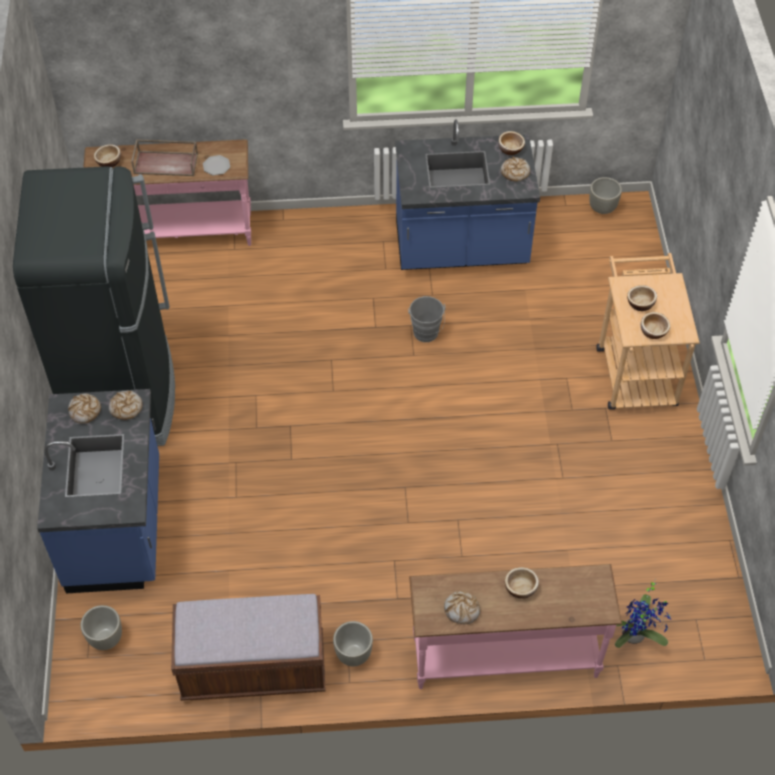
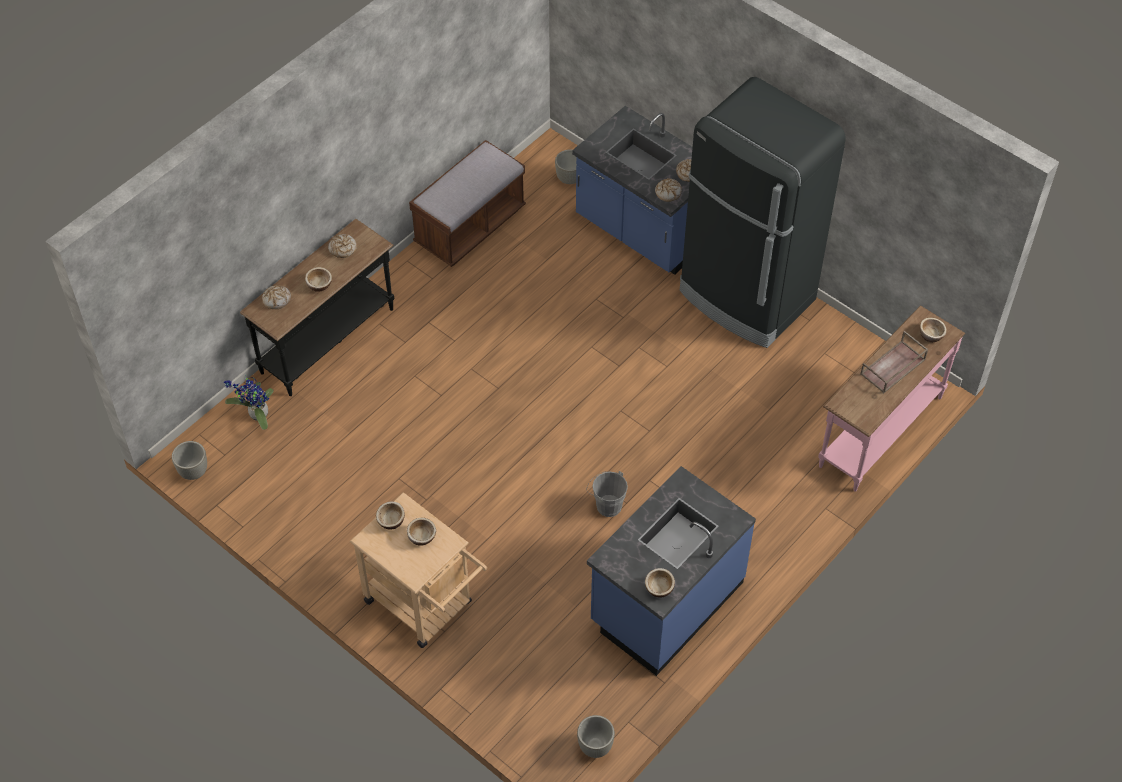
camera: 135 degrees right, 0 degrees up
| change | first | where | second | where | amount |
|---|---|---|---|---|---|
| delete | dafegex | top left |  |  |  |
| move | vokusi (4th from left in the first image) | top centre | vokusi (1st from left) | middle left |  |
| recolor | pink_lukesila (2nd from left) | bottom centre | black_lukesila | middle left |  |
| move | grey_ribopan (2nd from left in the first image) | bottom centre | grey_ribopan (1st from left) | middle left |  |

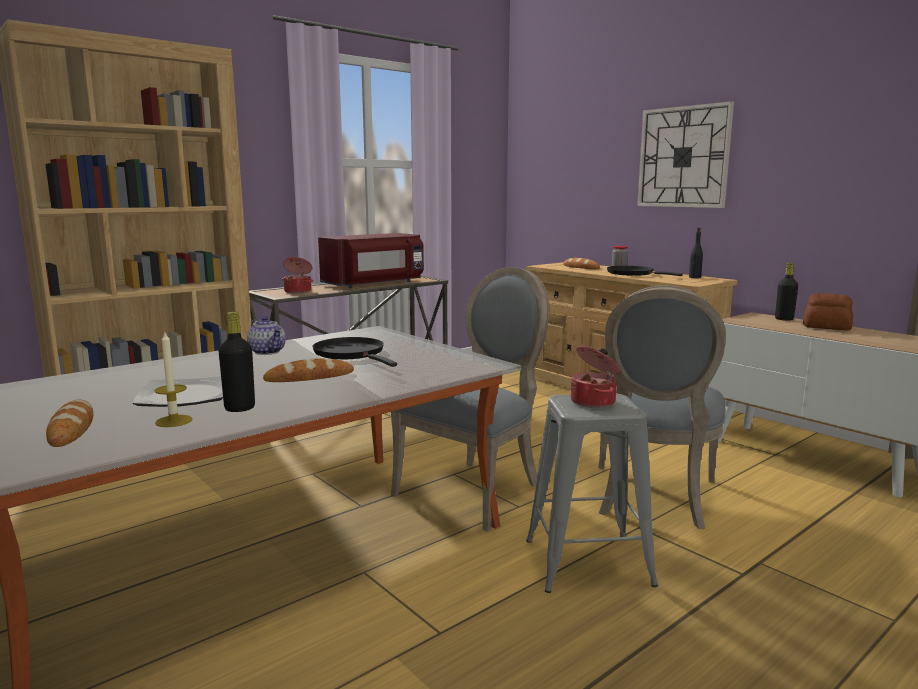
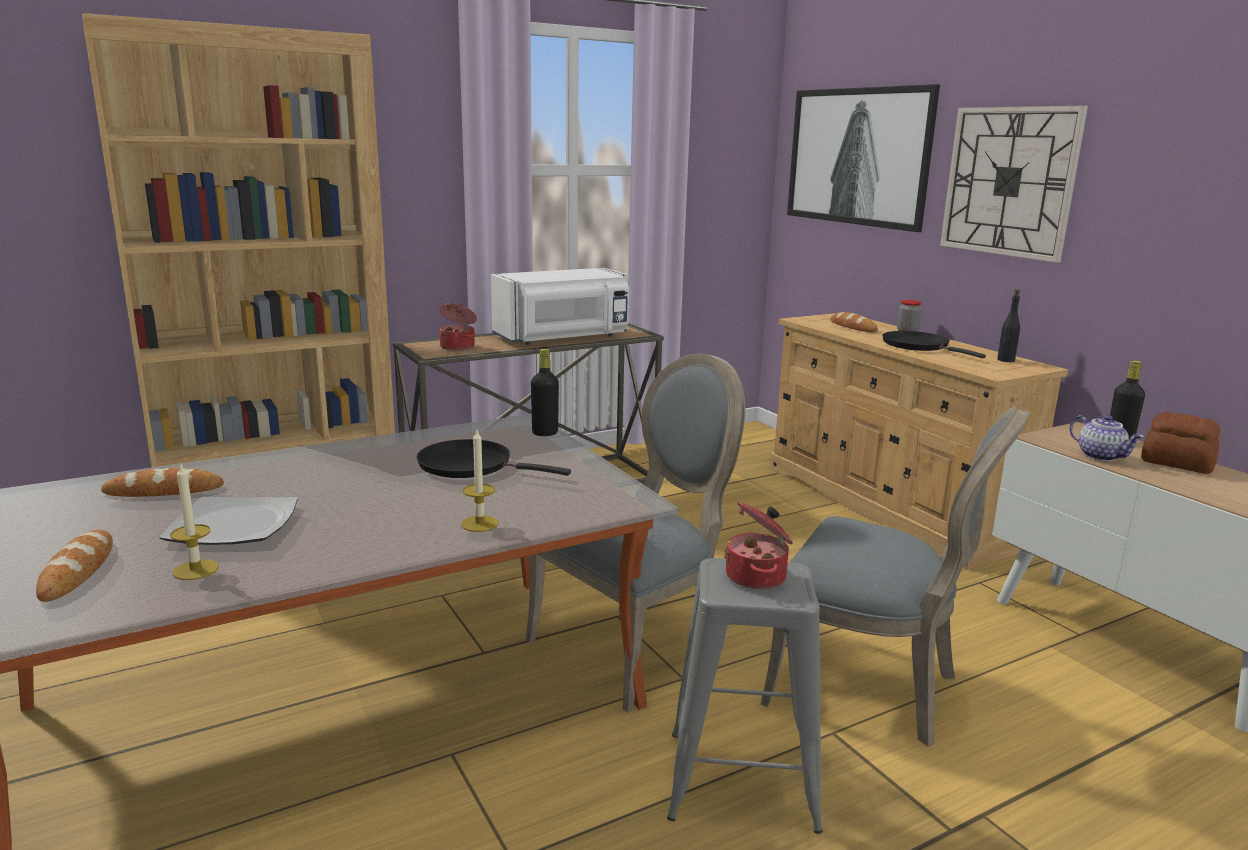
camera: 10 degrees right, 5 degrees up
| change | first | where | second | where | amount |
|---|---|---|---|---|---|
| recolor | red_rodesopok | centre | white_rodesopok | centre |  |
| rotate | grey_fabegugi (2nd from left) | middle right |  | bottom right | 90 degrees counterclockwise |
| move | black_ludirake (1st from left) | middle left |  | centre |  |
| move | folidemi | middle left |  | middle right |  |
| rotate | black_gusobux (1st from left) | centre |  | centre | 45 degrees counterclockwise |
| move | vokusi (2nd from left) | centre |  | middle left |  |
| insert |  |  | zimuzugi | top right |  |
| insert |  |  | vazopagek (2nd from left) | centre |  |

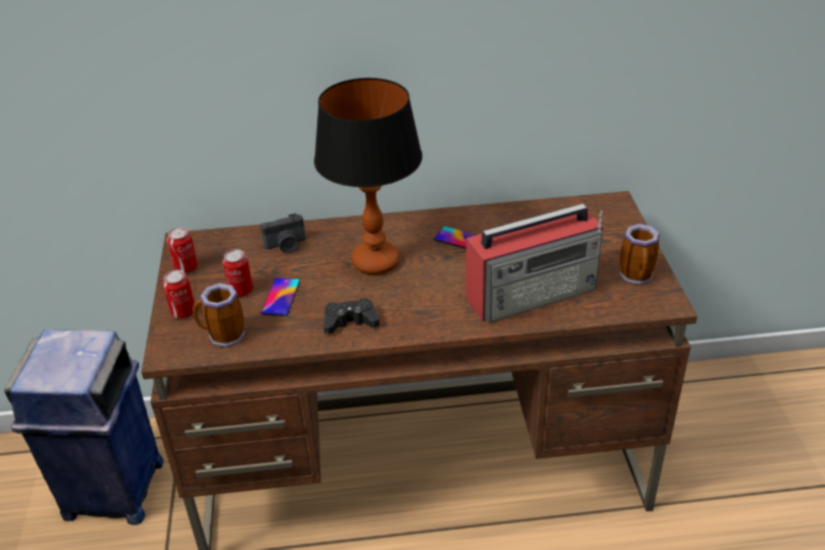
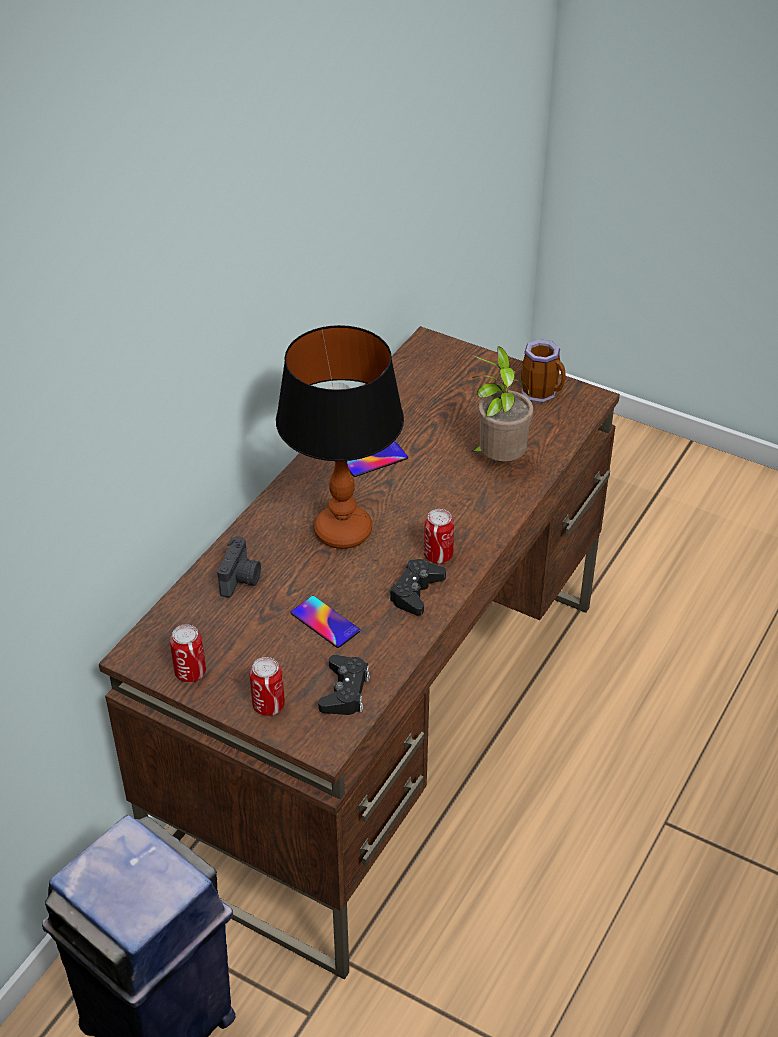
camera: 55 degrees left, 5 degrees up
| change | first | where | second | where | amount |
|---|---|---|---|---|---|
| replace | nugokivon | centre | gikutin | centre |  |
| move | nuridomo (3rd from left) | middle left |  | centre |  |
| replace | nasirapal (1st from left) | middle left | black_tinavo (1st from left) | centre |  |

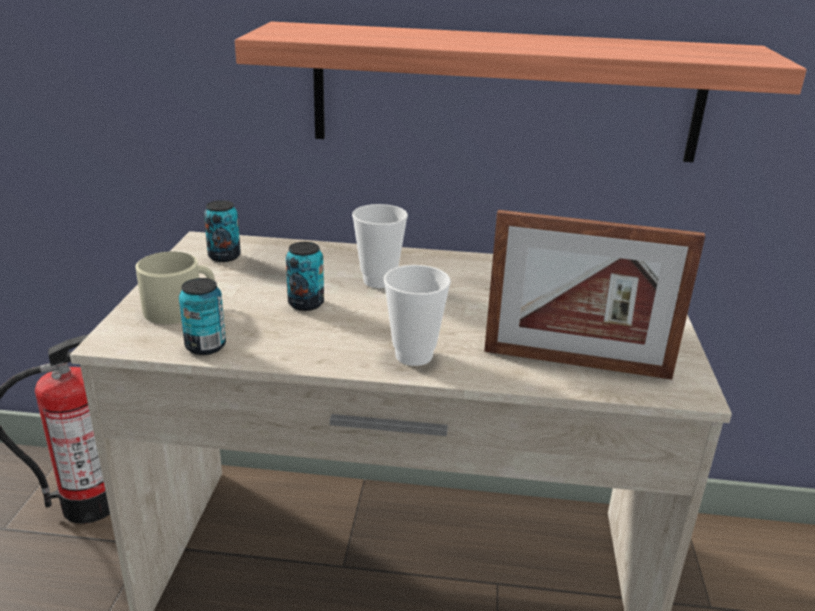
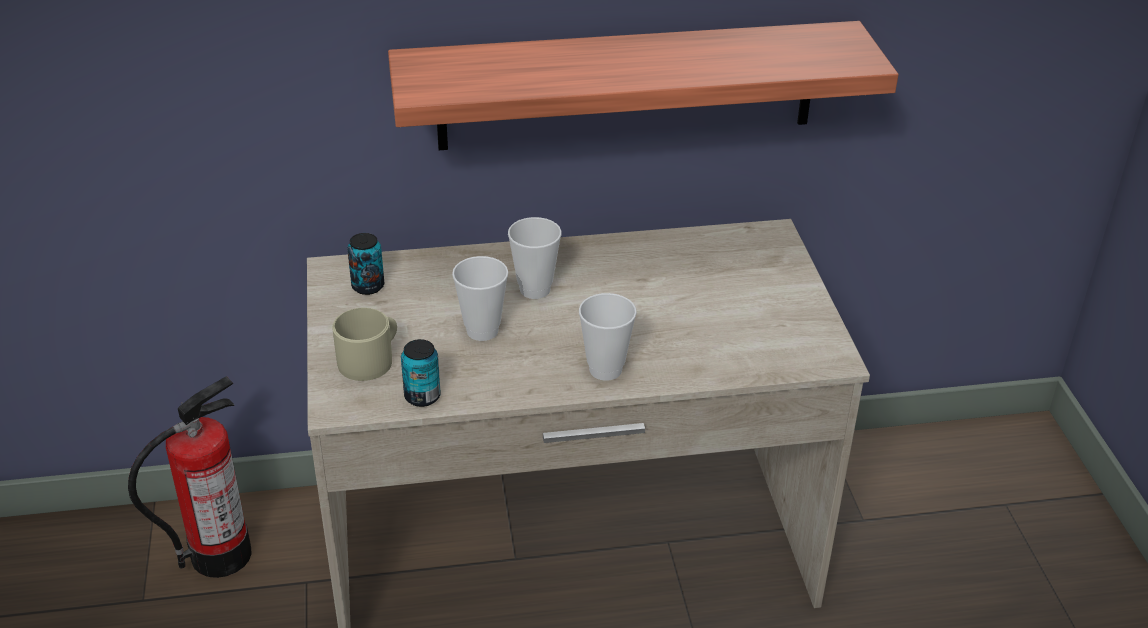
camera: 15 degrees left, 10 degrees up
| change | first | where | second | where | amount |
|---|---|---|---|---|---|
| delete | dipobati | middle right |  |  |  |
| replace | nuridomo (3rd from left) | centre | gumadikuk (1st from left) | centre |  |

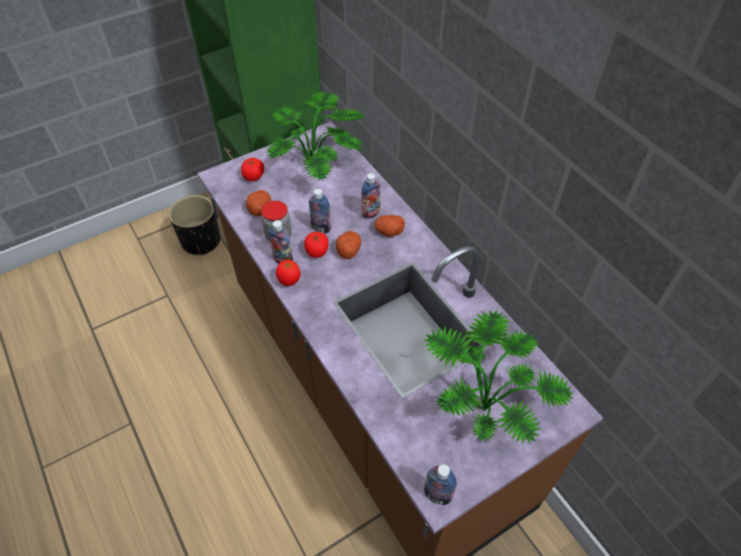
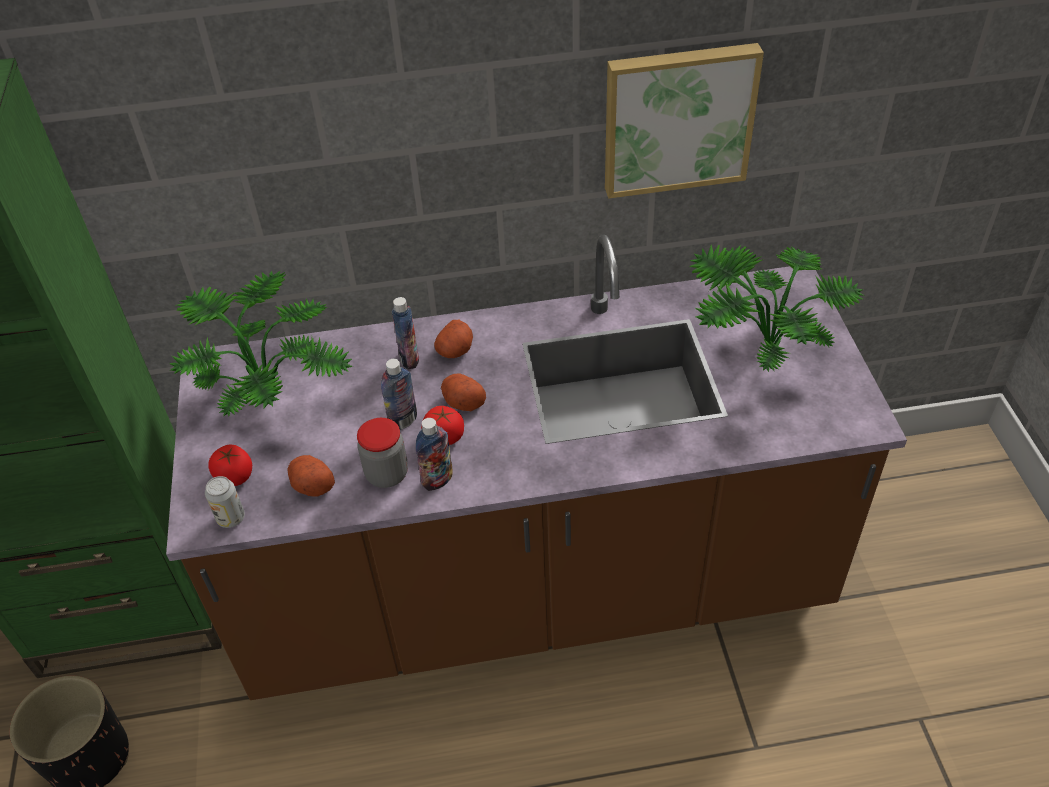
camera: 65 degrees left, 5 degrees down
| change | first | where | second | where | amount |
|---|---|---|---|---|---|
| delete | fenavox (2nd from left) | centre |  |  |  |
| delete | ludirake (4th from left) | bottom centre |  |  |  |
| insert |  |  | zimuzugi | top centre |  |
| insert |  |  | nuridomo | middle left |  |

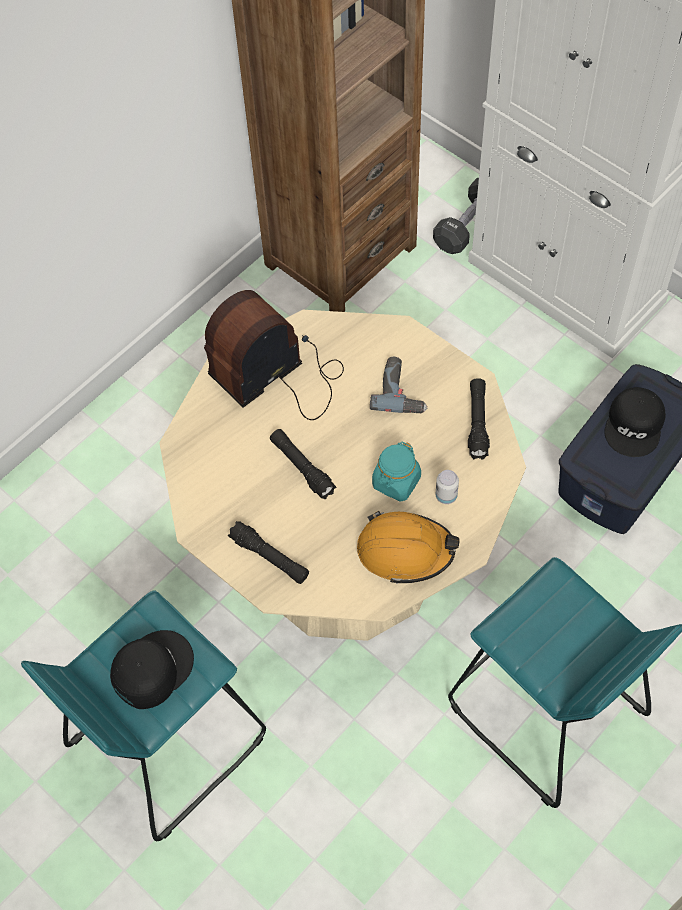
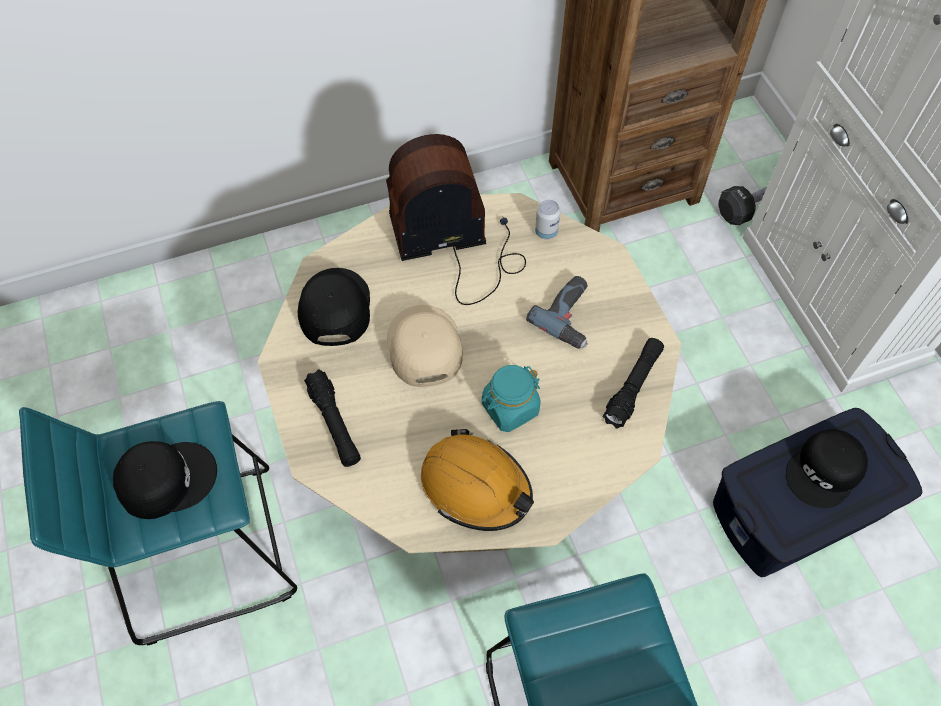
camera: 25 degrees right, 0 degrees up
| change | first | where | second | where | amount |
|---|---|---|---|---|---|
| replace | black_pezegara (2nd from left) | centre | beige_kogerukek | centre |  |
| move | nuridomo | centre |  | top centre |  |
| insert |  |  | black_kogerukek (2nd from left) | centre |  |

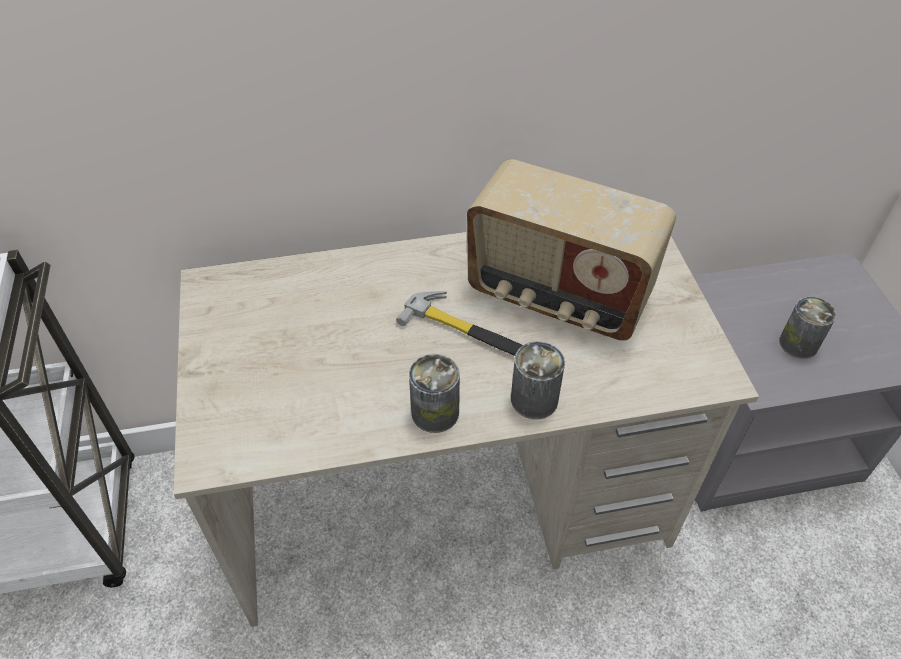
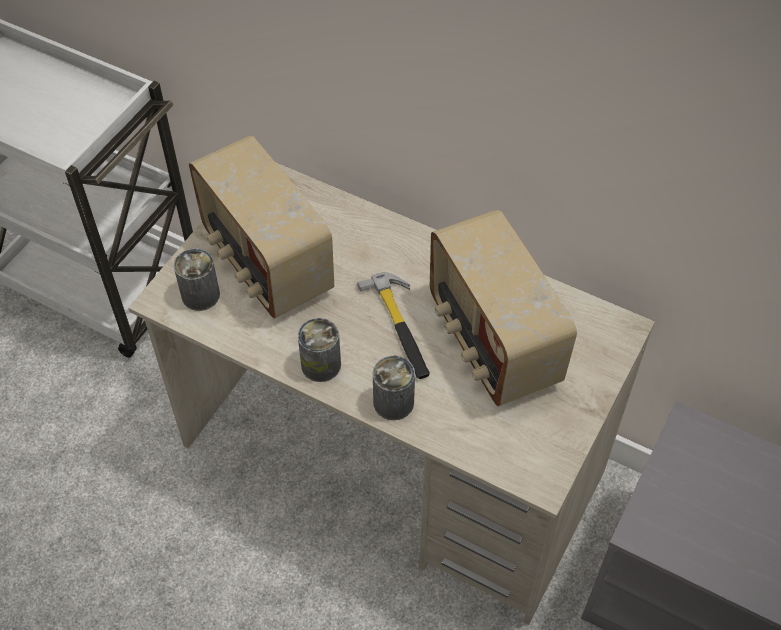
camera: 40 degrees right, 5 degrees up
| change | first | where | second | where | amount |
|---|---|---|---|---|---|
| move | nuridomo (3rd from left in the first image) | middle right | nuridomo (1st from left) | middle left |  |
| insert |  |  | nugokivon (1st from left) | centre |  |

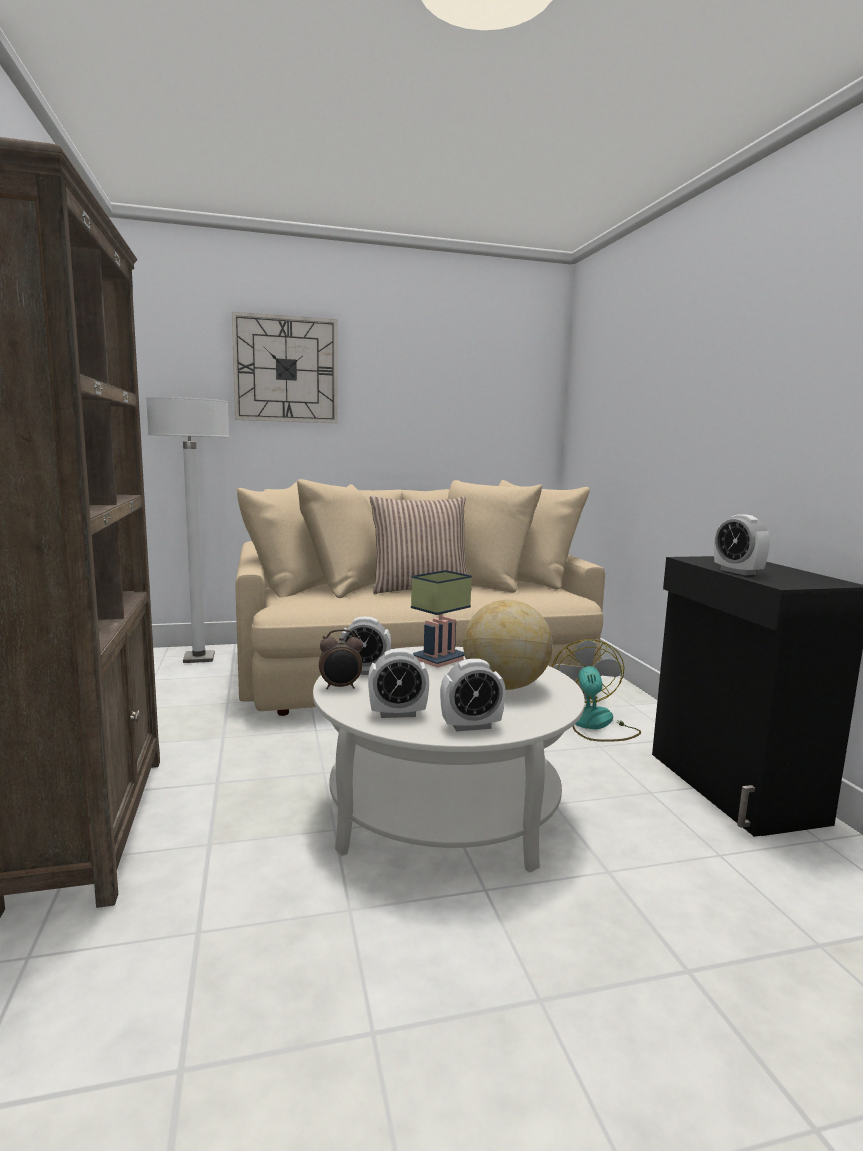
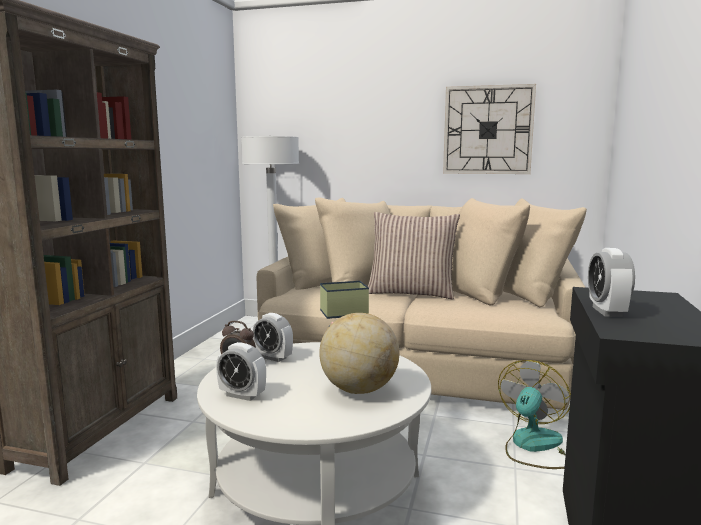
camera: 30 degrees right, 0 degrees up
| change | first | where | second | where | amount |
|---|---|---|---|---|---|
| move | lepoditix | top left |  | top right |  |
| delete | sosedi (4th from left) | centre |  |  |  |

